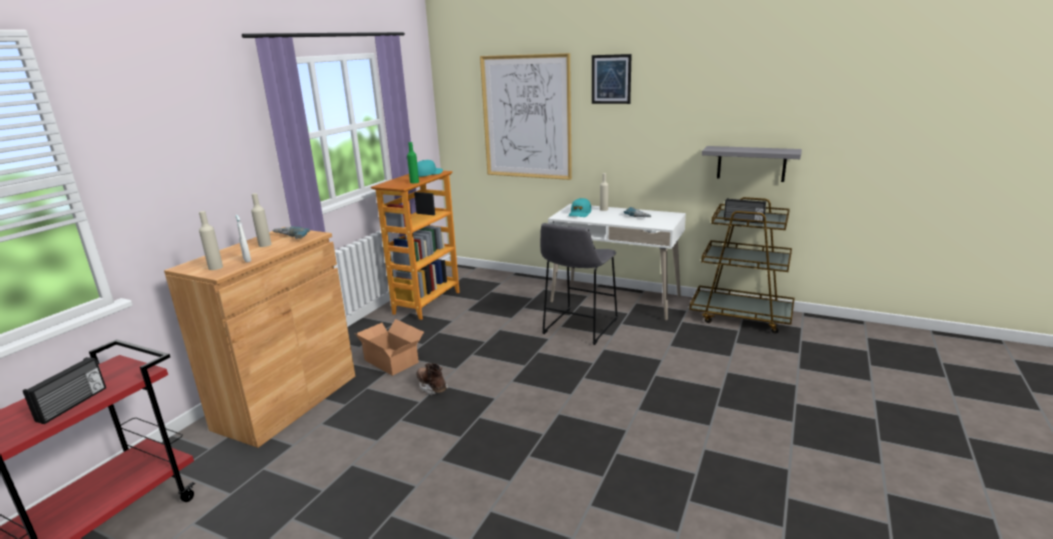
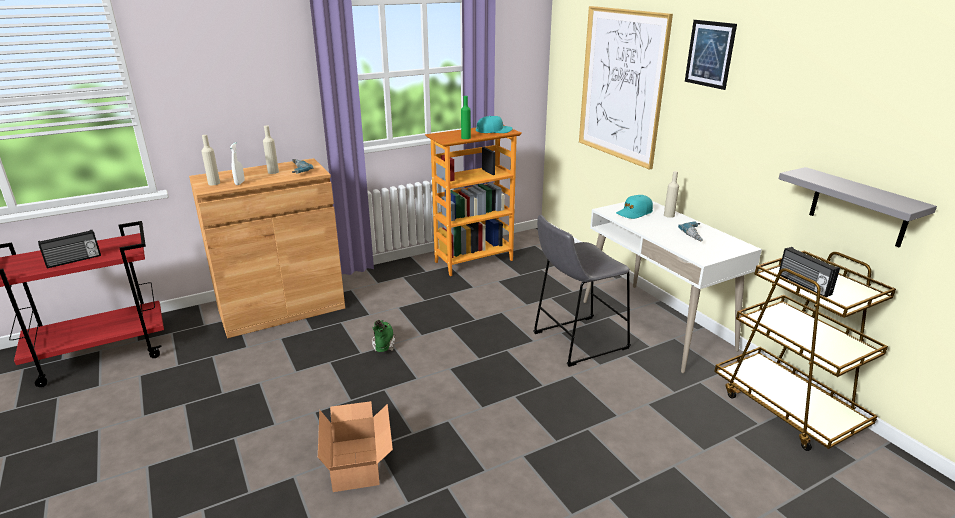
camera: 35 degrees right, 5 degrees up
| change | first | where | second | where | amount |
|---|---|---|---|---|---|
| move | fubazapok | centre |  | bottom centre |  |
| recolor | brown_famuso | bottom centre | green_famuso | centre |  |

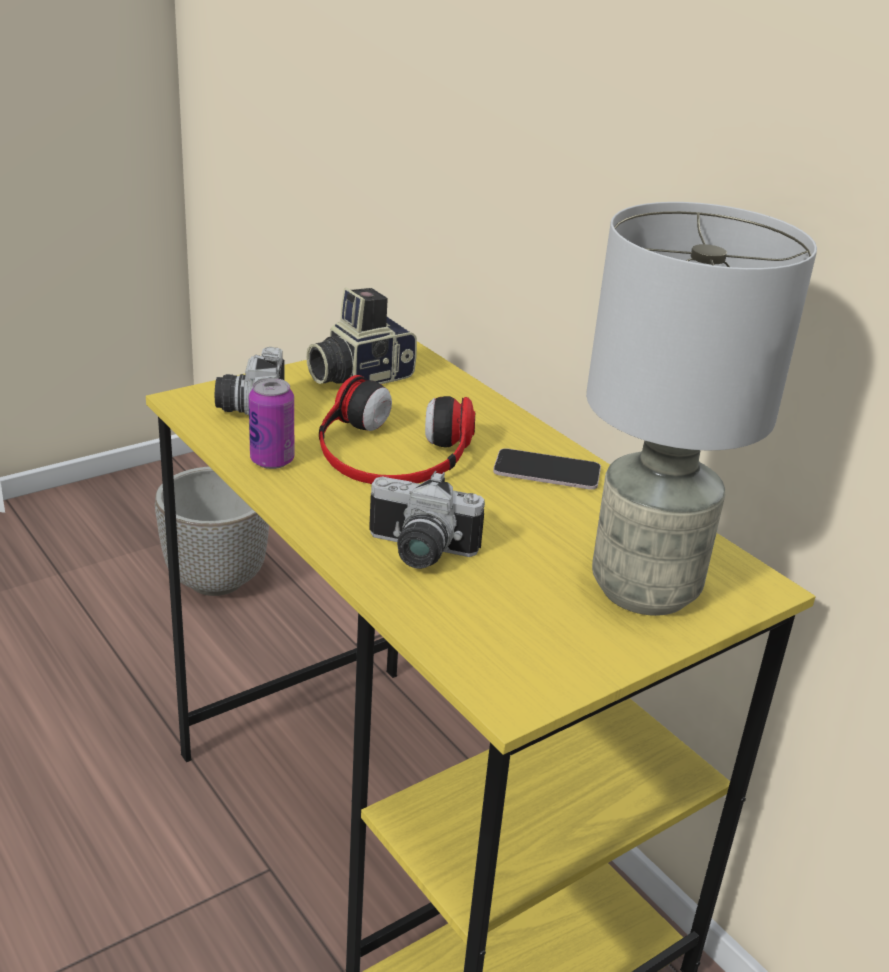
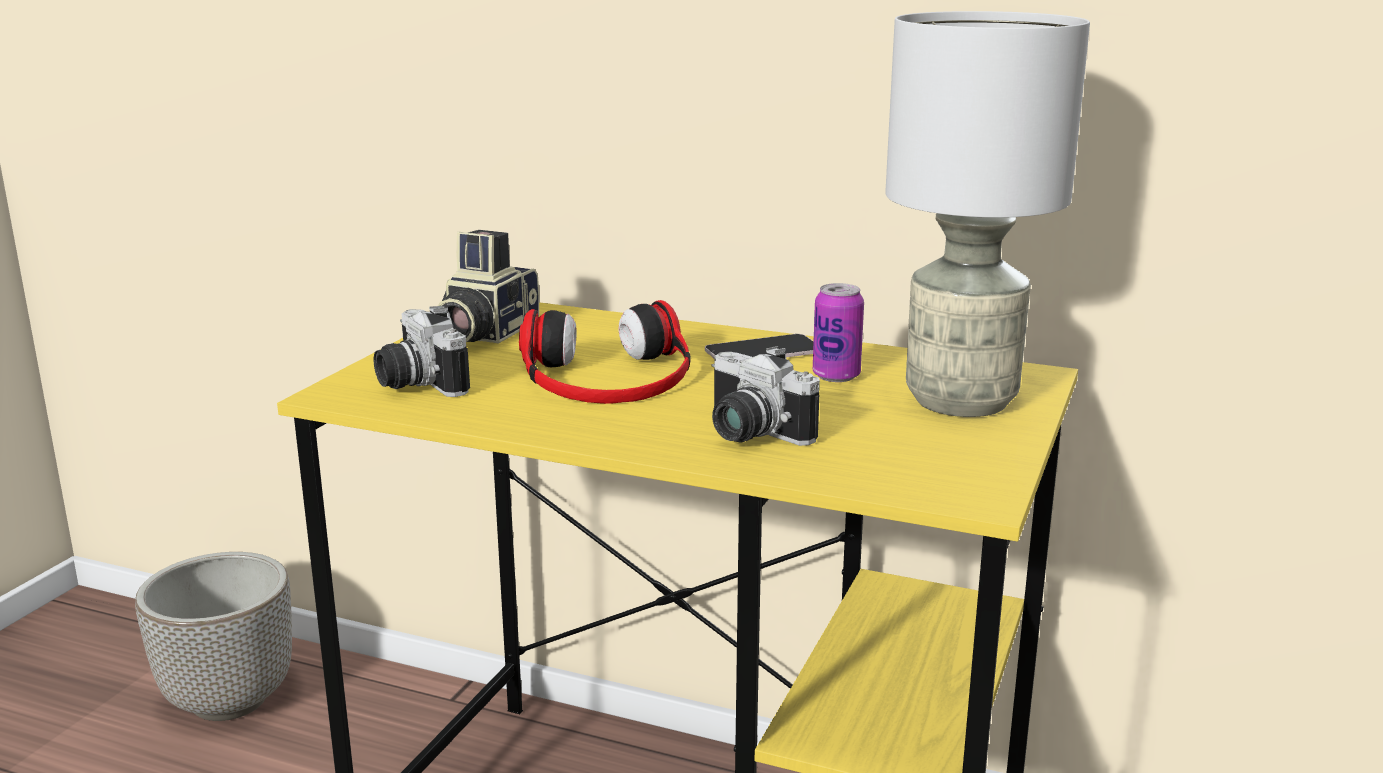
camera: 30 degrees left, 10 degrees down
| change | first | where | second | where | amount |
|---|---|---|---|---|---|
| move | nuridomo | middle left |  | centre |  |
| rotate | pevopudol (3rd from left) | centre |  | centre | 60 degrees clockwise |

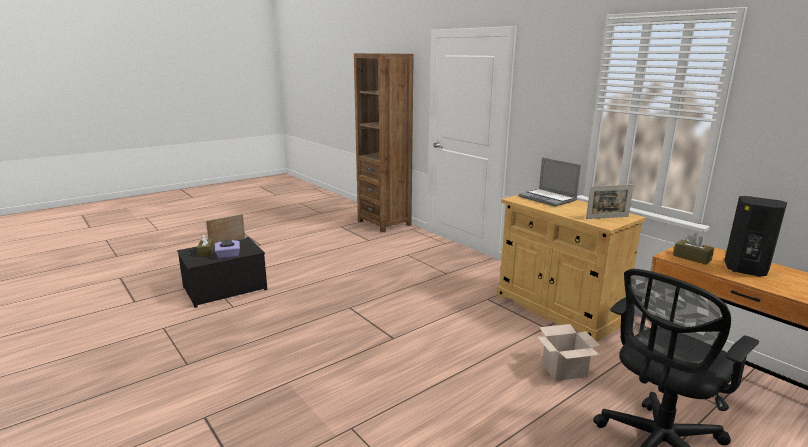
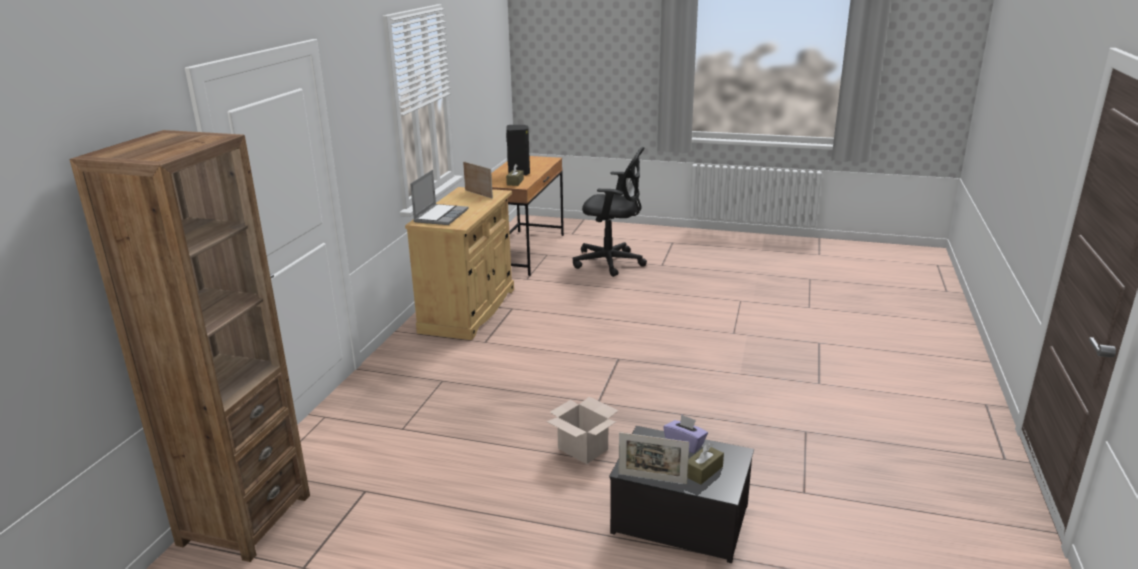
camera: 125 degrees left, 5 degrees up
| change | first | where | second | where | amount |
|---|---|---|---|---|---|
| move | fubazapok | bottom right |  | bottom centre |  |

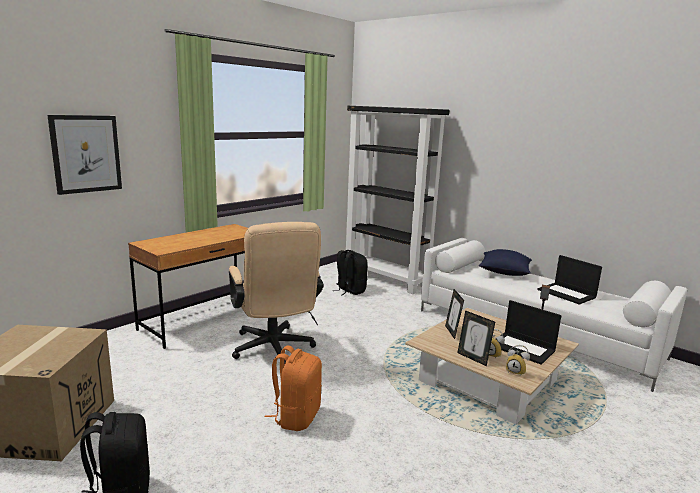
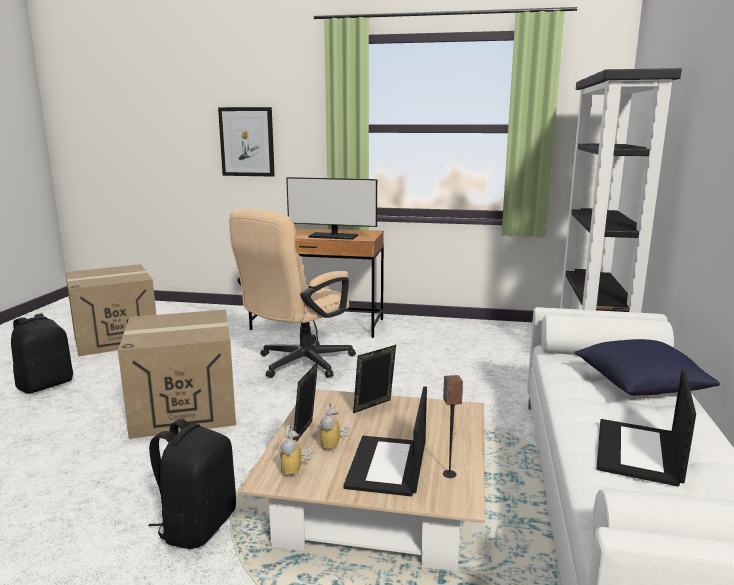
camera: 60 degrees right, 0 degrees up
| change | first | where | second | where | amount |
|---|---|---|---|---|---|
| move | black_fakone (2nd from left) | centre |  | bottom left |  |
| replace | orange_fakone | bottom centre | fubazapok (2nd from left) | middle left |  |
| insert |  |  | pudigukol | centre |  |

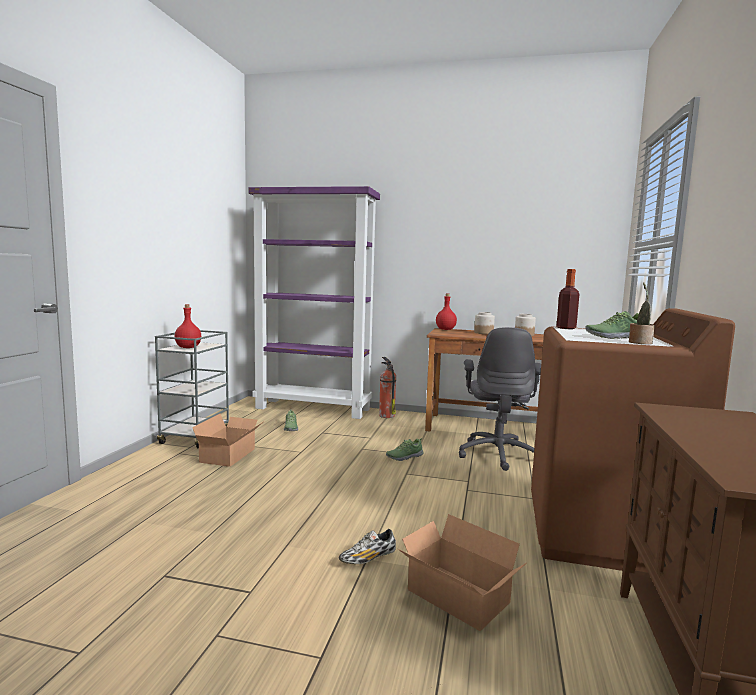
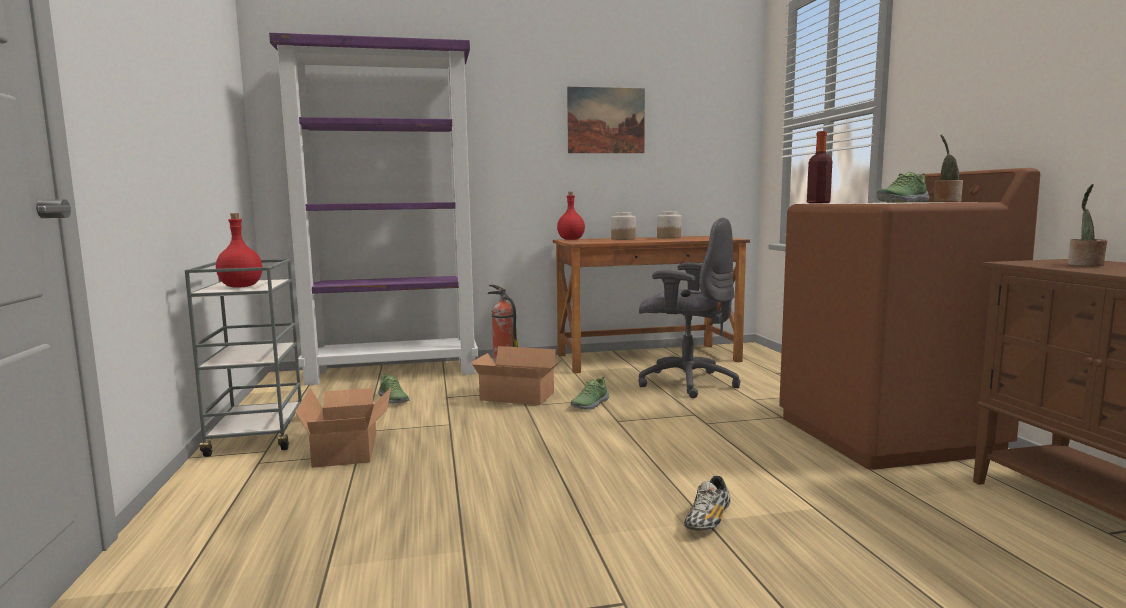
camera: 25 degrees left, 0 degrees up
| change | first | where | second | where | amount |
|---|---|---|---|---|---|
| rotate | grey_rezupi | centre |  | centre | 45 degrees counterclockwise |
| move | fubazapok (2nd from left) | bottom centre |  | centre |  |
| insert |  |  | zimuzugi | top centre |  |
| insert |  |  | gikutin (2nd from left) | middle right |  |

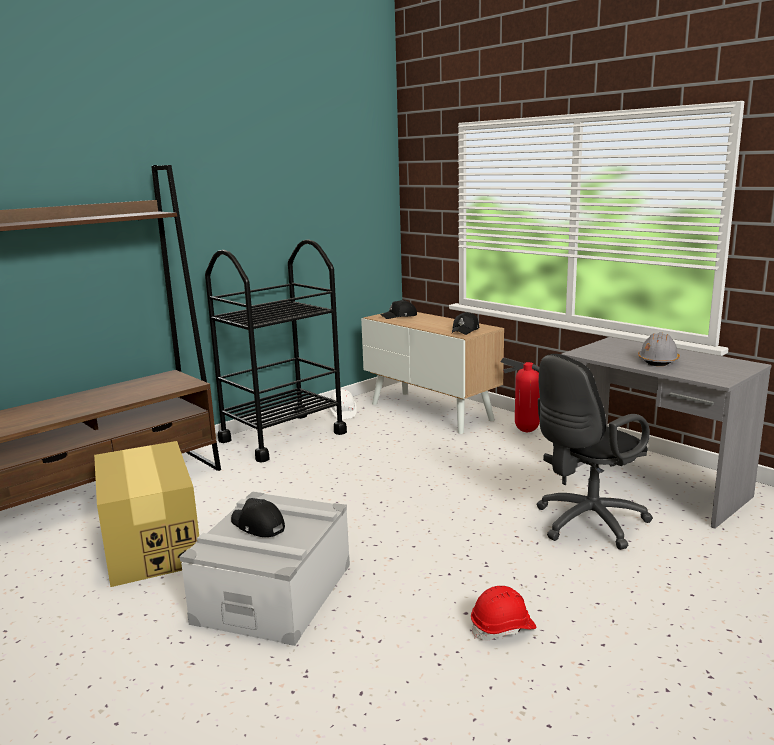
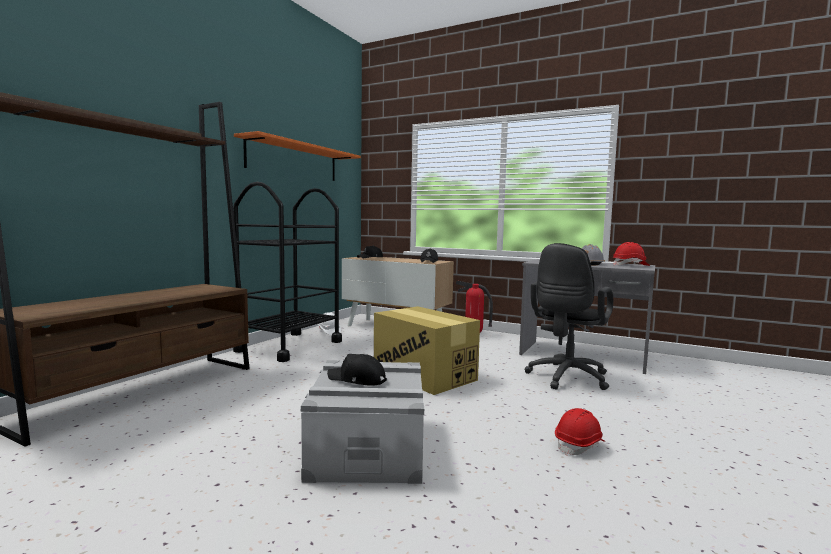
camera: 20 degrees left, 10 degrees down
| change | first | where | second | where | amount |
|---|---|---|---|---|---|
| move | fubazapok | bottom left |  | centre |  |
| insert |  |  | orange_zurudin | top centre |  |
| insert |  |  | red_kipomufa (2nd from left) | middle right |  |

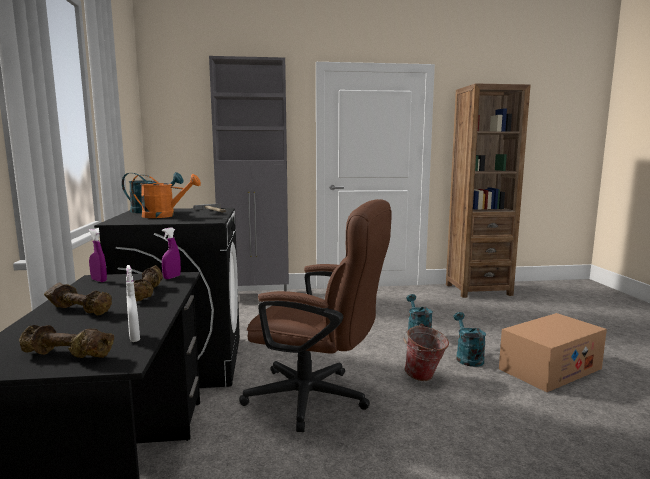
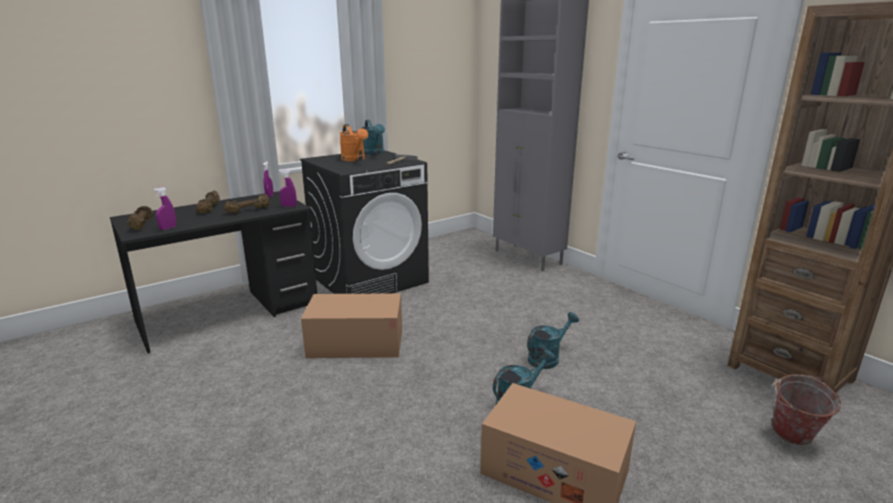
camera: 60 degrees right, 10 degrees up
| change | first | where | second | where | amount |
|---|---|---|---|---|---|
| replace | brown_rezupi | centre | fubazapok (1st from left) | centre |  |
| recolor | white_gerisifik | middle left | purple_gerisifik (1st from left) | middle left |  |
| move | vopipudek | bottom centre |  | bottom right |  |

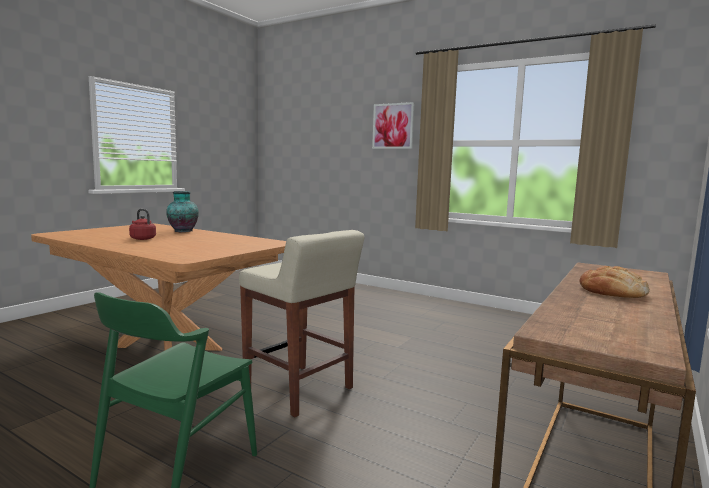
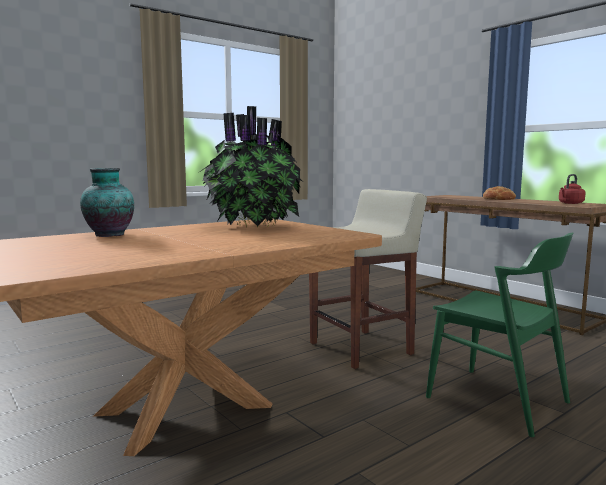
camera: 70 degrees left, 0 degrees up
| change | first | where | second | where | amount |
|---|---|---|---|---|---|
| delete | zimuzugi | top centre |  |  |  |
| move | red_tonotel | middle left |  | middle right |  |
| insert |  |  | gikutin | centre |  |

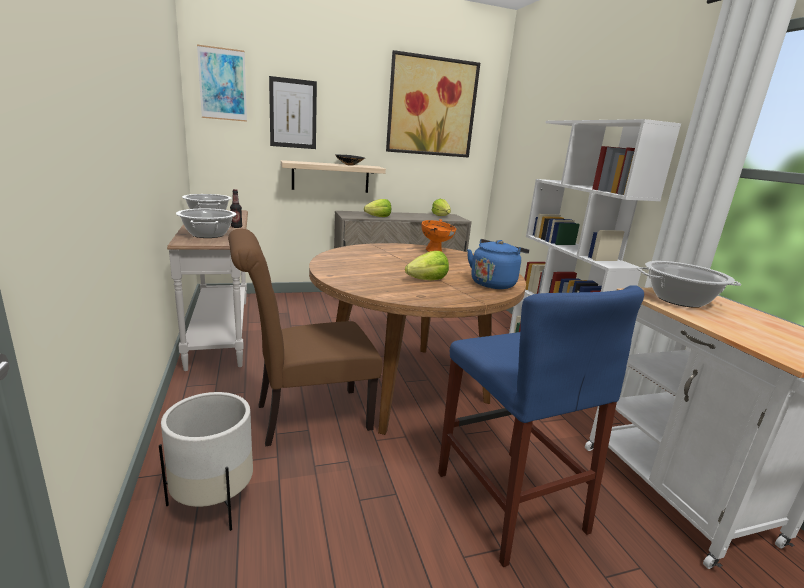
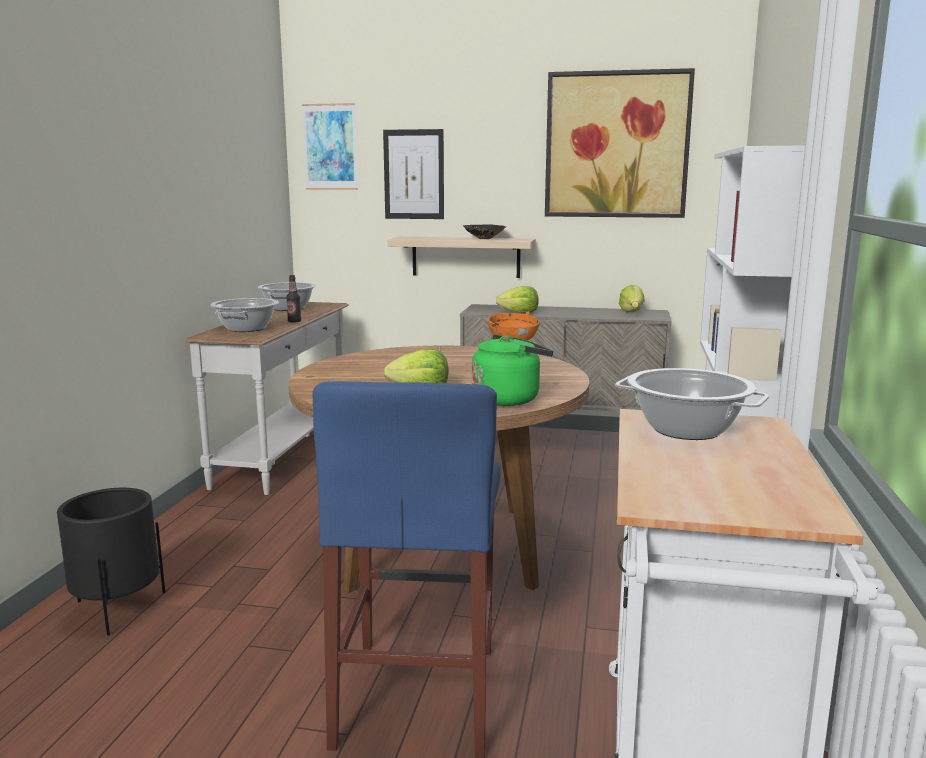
camera: 30 degrees right, 5 degrees down
| change | first | where | second | where | amount |
|---|---|---|---|---|---|
| delete | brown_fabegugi | centre |  |  |  |
| recolor | blue_tonotel | centre | green_tonotel | centre |  |
| recolor | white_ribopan | bottom left | black_ribopan | bottom left |  |

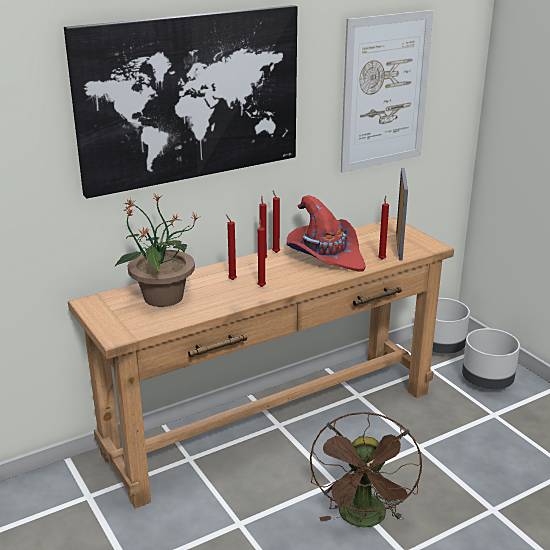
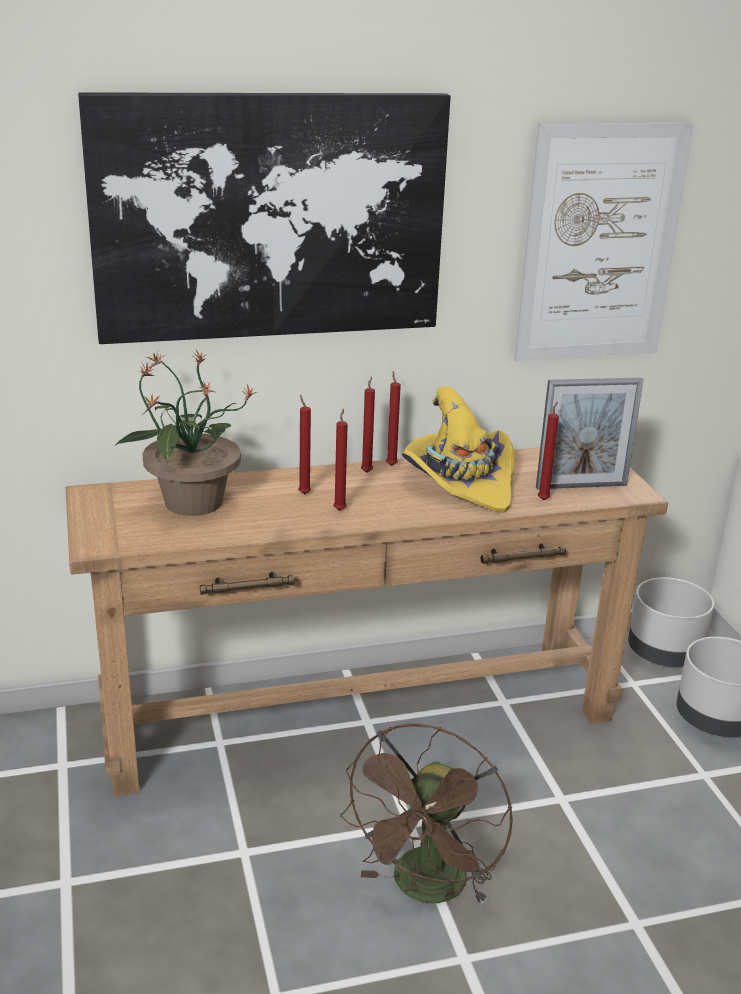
camera: 15 degrees right, 0 degrees up
| change | first | where | second | where | amount |
|---|---|---|---|---|---|
| rotate | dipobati | middle right |  | middle right | 60 degrees clockwise |
| recolor | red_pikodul | centre | yellow_pikodul | centre |  |

